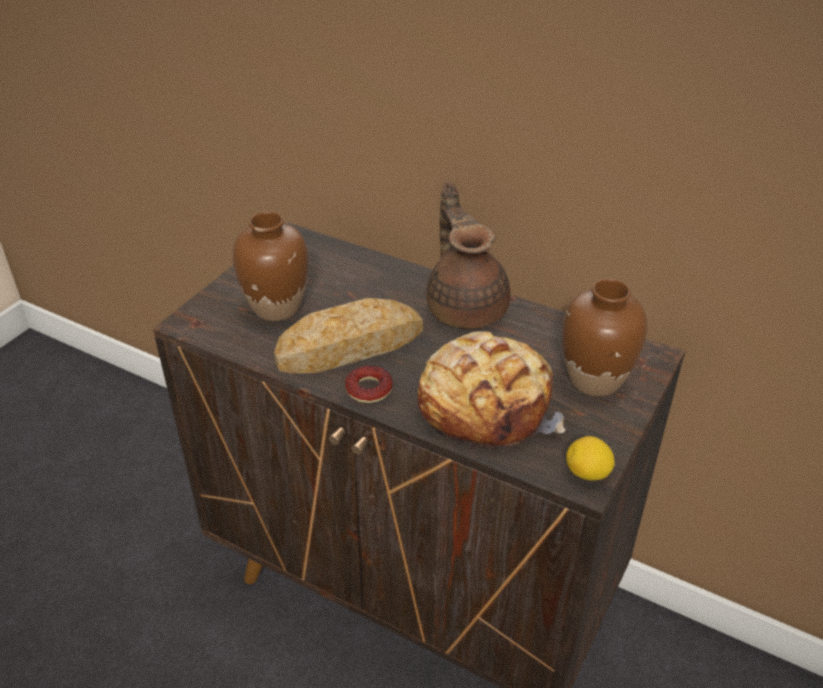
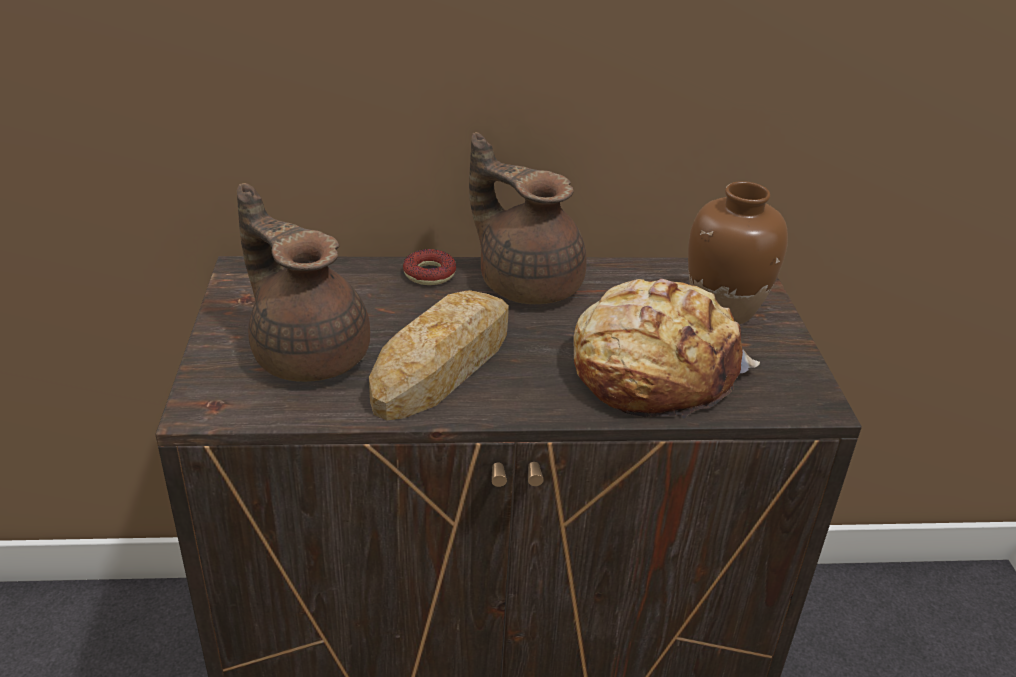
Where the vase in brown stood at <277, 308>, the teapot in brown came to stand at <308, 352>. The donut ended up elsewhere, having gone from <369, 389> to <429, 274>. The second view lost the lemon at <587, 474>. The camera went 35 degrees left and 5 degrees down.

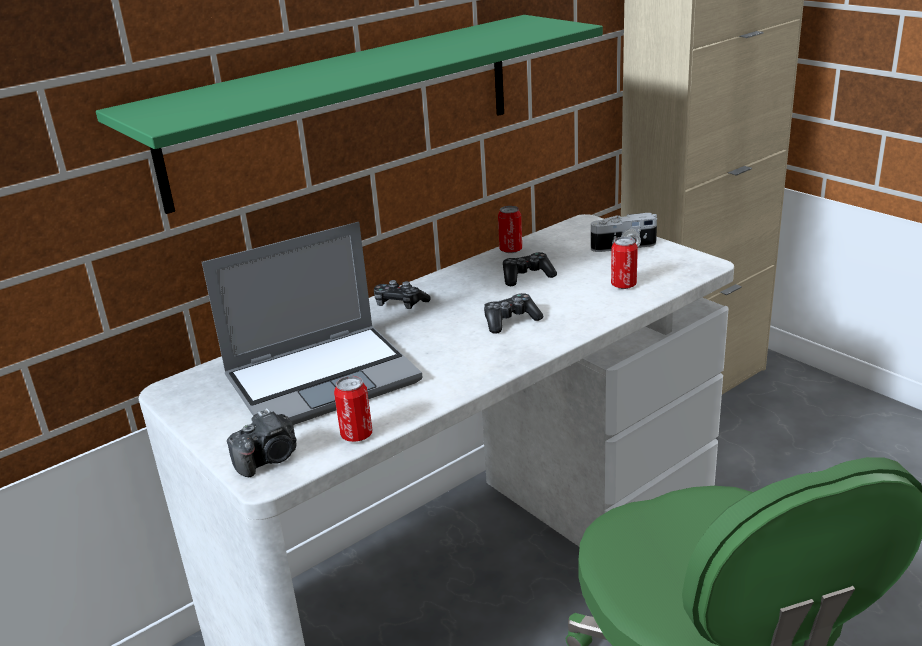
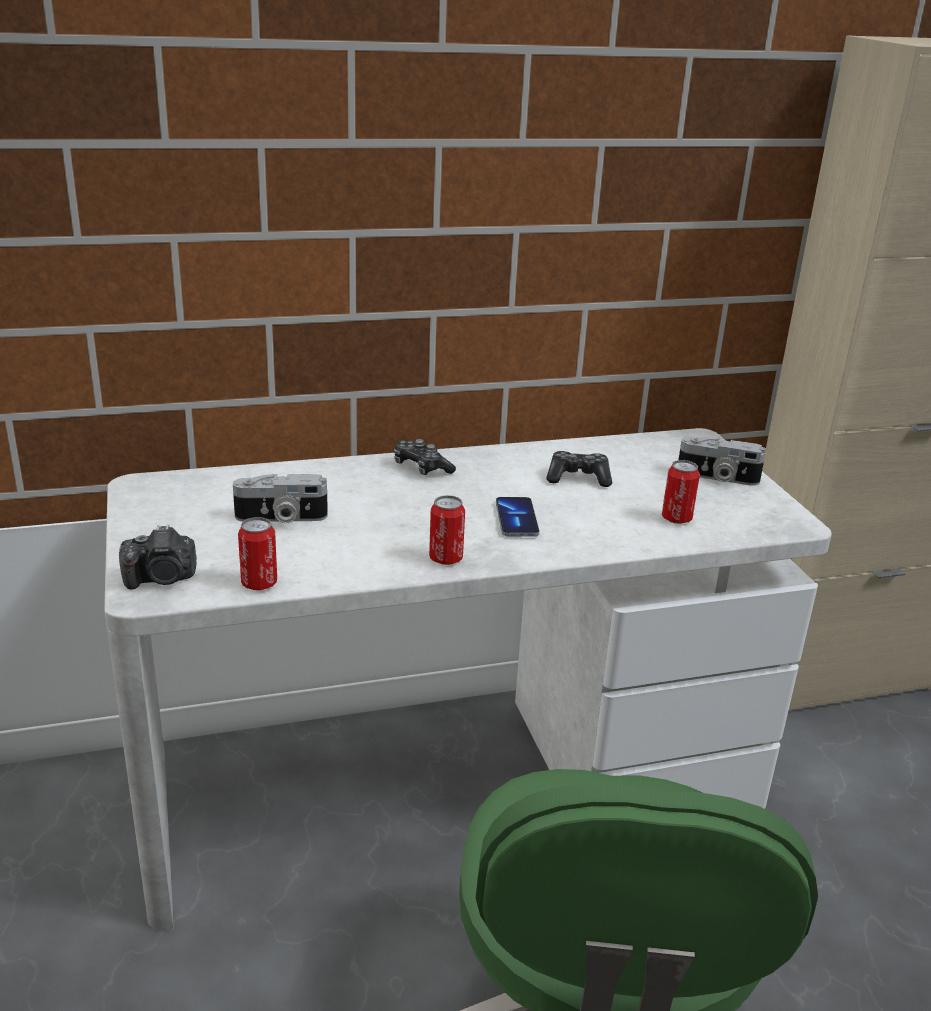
Where the laptop stood at <323, 378>, the photo camera came to stand at <281, 518>. The can ended up elsewhere, having gone from <511, 250> to <445, 559>. Where the game controller stood at <510, 321>, the phone came to stand at <516, 519>. The second view lost the shelf in green at <346, 107>. The camera went 20 degrees right and 0 degrees up.

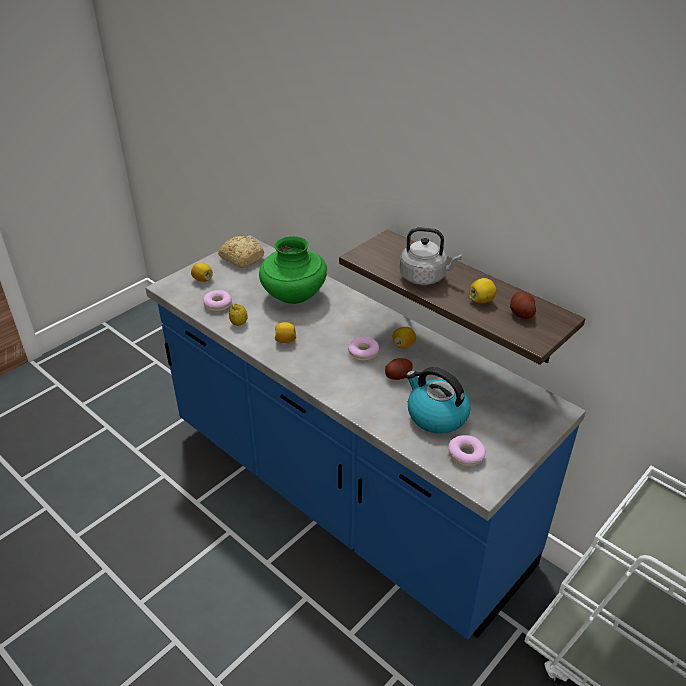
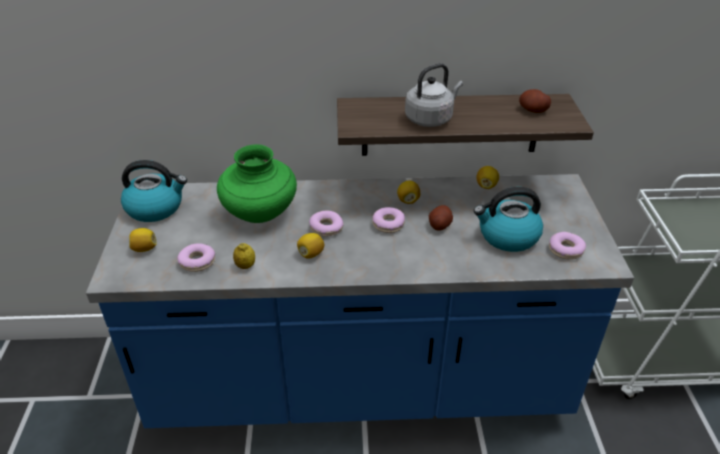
Where the bread stood at <242, 258>, the kettle came to stand at <156, 208>. The second view gained the donut at <326, 228>. The lemon ended up elsewhere, having gone from <481, 300> to <486, 186>. The camera went 45 degrees left and 0 degrees up.

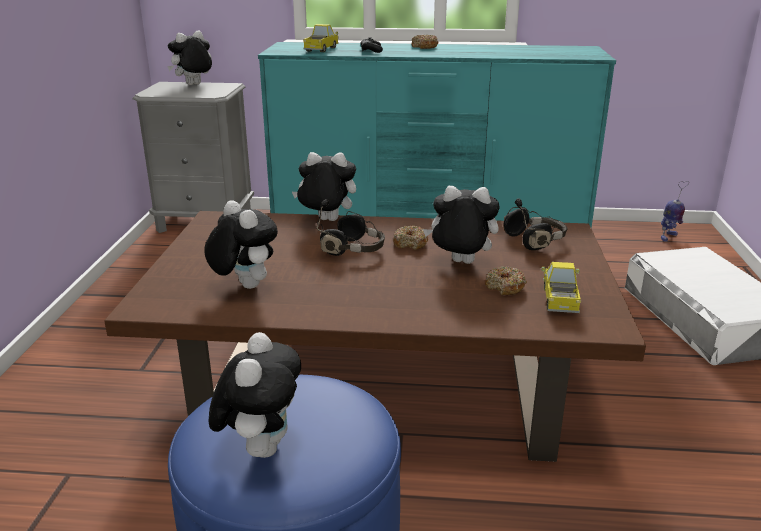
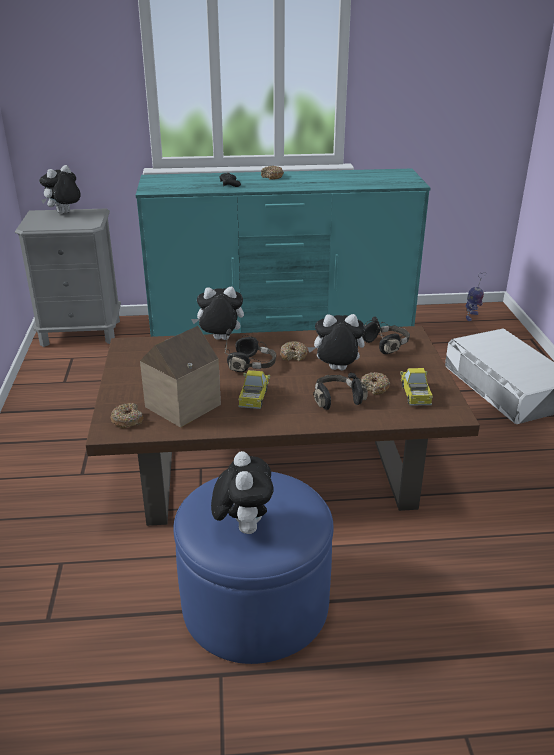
The second view gained the donut at <127, 420>. Where the plush toy stood at <243, 285>, the toy house came to stand at <180, 405>. The toy truck ended up elsewhere, having gone from <321, 49> to <254, 397>. The second view gained the headphones in black at <336, 399>. The camera went 10 degrees left and 5 degrees up.

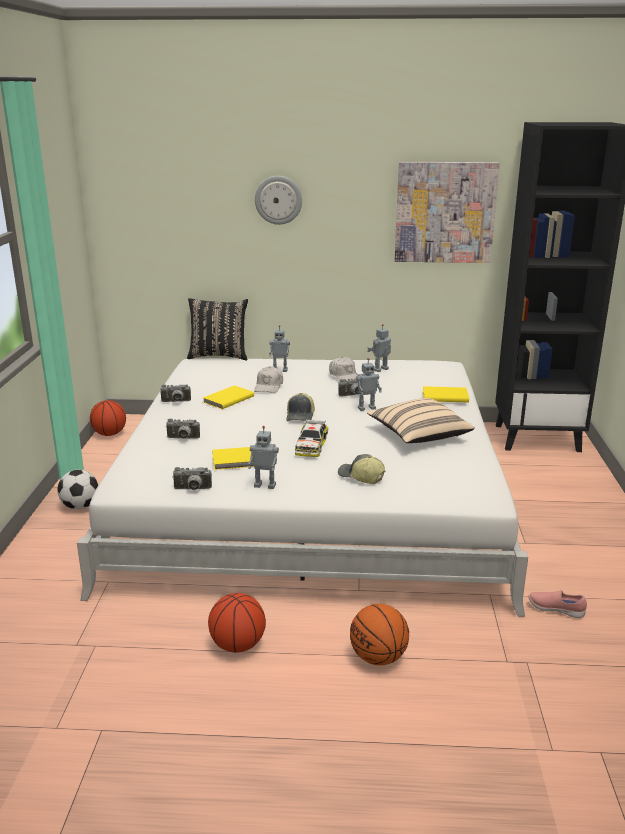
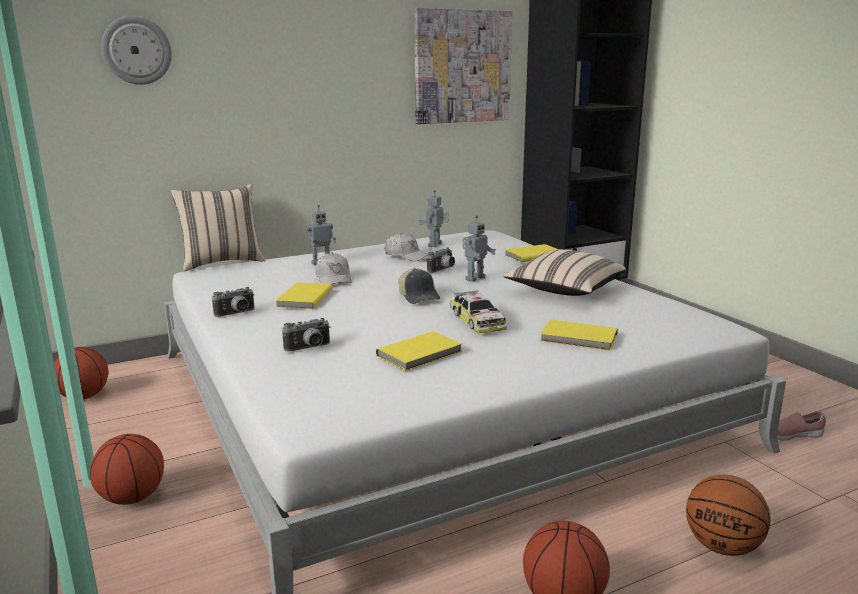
Where the football stood at <80, 506>, the basketball came to stand at <132, 498>. The wall clock ended up elsewhere, having gone from <278, 200> to <137, 50>. What was the pillow in black at <219, 356> turned into the pillow in beige at <222, 262>. Where the cap stood at <360, 477>, the book in yellow came to stand at <579, 338>. The second view lost the photo camera at <192, 489>. The second view lost the toy robot at <265, 485>. The camera went 30 degrees left and 5 degrees down.

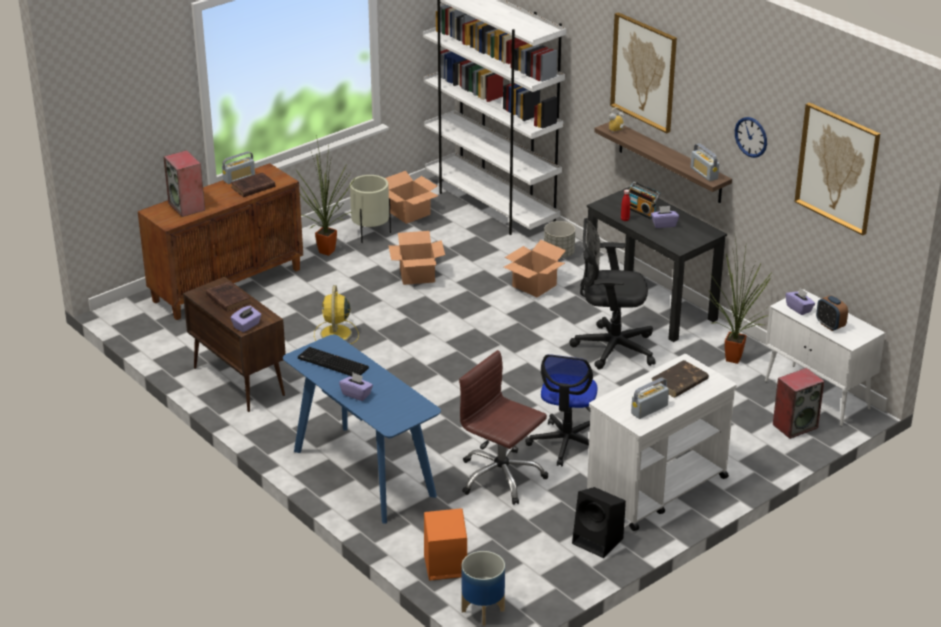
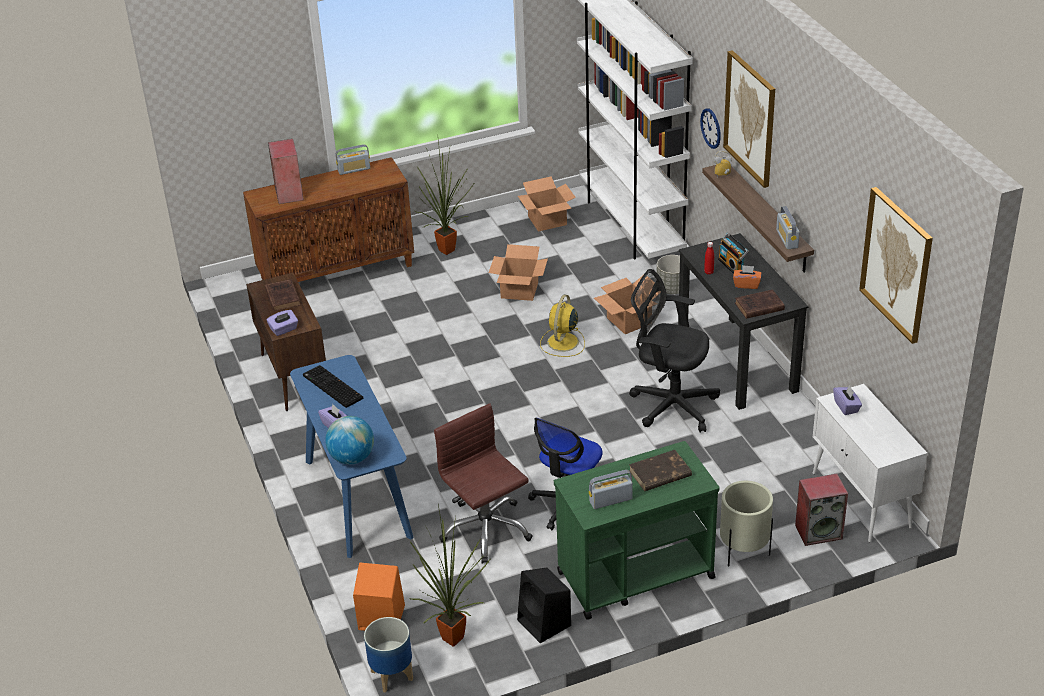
The second view gained the globe at <352, 458>. The potted plant ended up elsewhere, having gone from <734, 358> to <456, 637>. The fan in yellow ended up elsewhere, having gone from <336, 334> to <562, 343>. What was the cart in white at <656, 488> turned into the cart in green at <634, 575>. The wall clock ended up elsewhere, having gone from <751, 137> to <711, 128>. The planter in beige ended up elsewhere, having gone from <371, 233> to <744, 552>. What was the tissue box in purple at <664, 224> turned into the tissue box in orange at <746, 284>. The book in brown ended up elsewhere, having gone from <252, 188> to <758, 307>. The second view lost the alarm clock at <830, 325>. The camera went 20 degrees right and 5 degrees up.

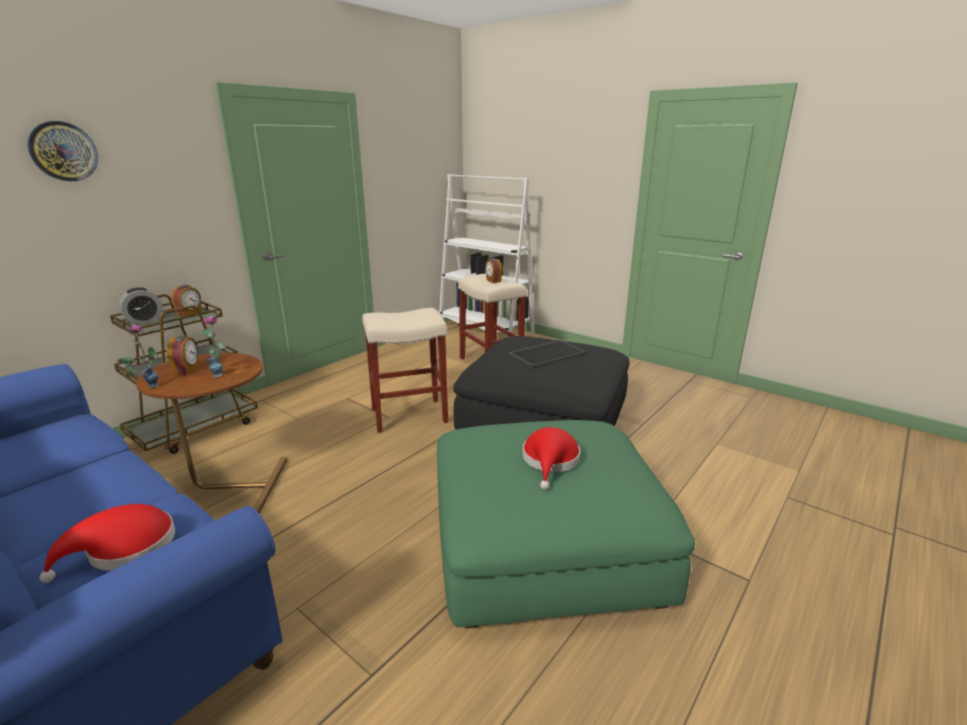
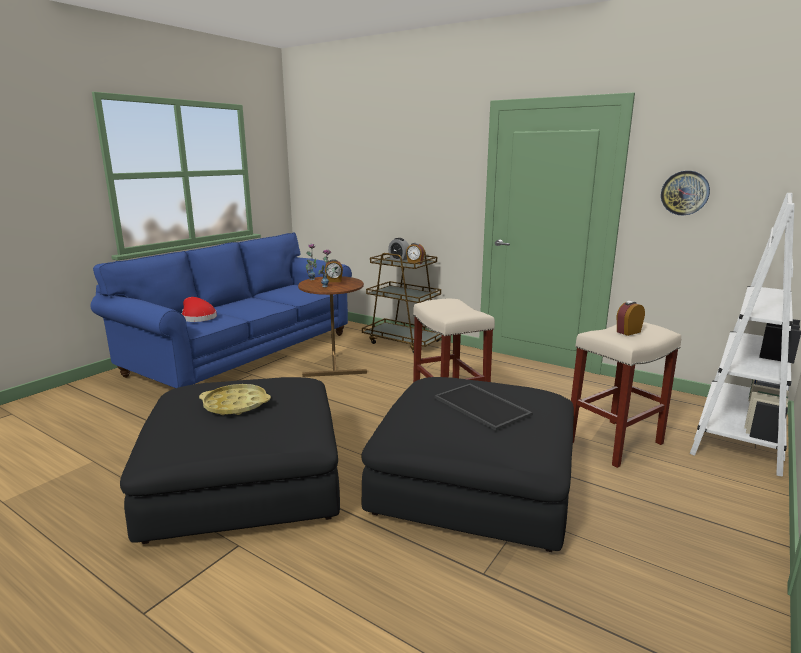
What was the ottoman in green at <544, 543> turned into the ottoman in black at <245, 481>. Where the hat in red stood at <550, 461>, the tray in yellow came to stand at <235, 405>. The wall clock ended up elsewhere, having gone from <63, 151> to <685, 193>. The camera went 85 degrees right and 5 degrees down.

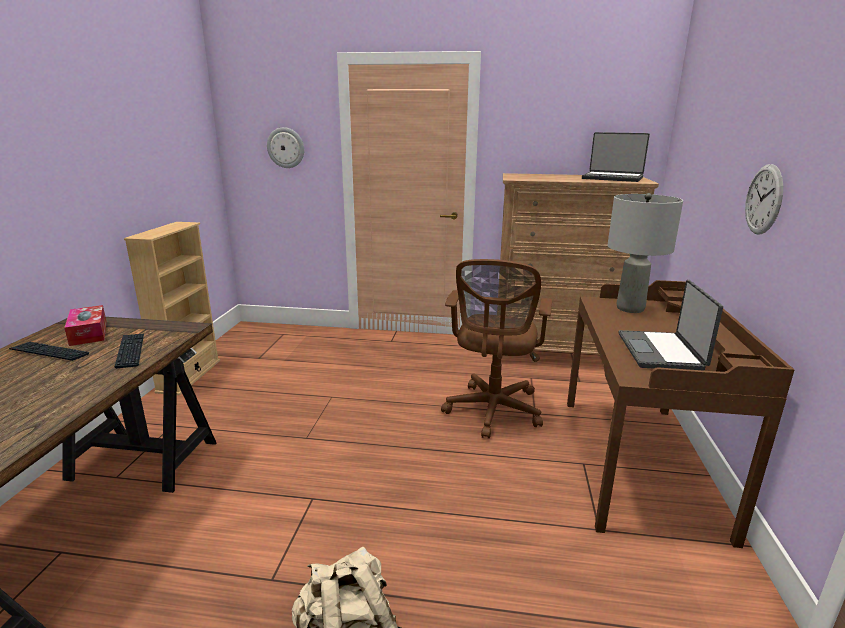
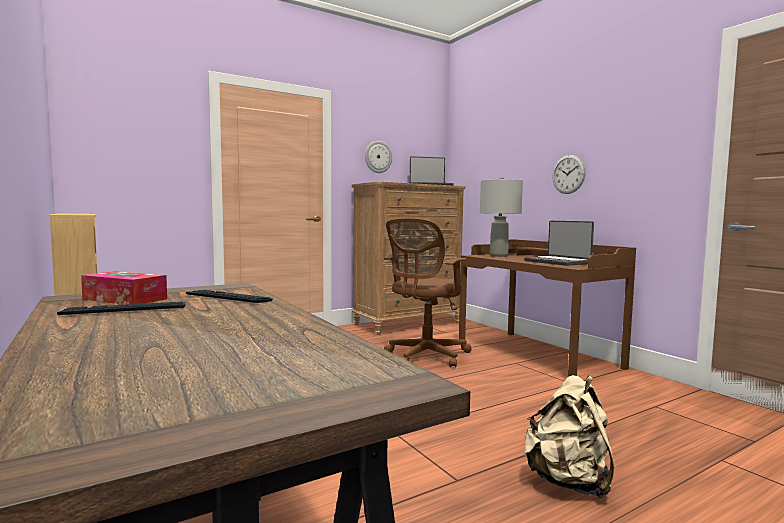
The wall clock ended up elsewhere, having gone from <286, 148> to <378, 157>. The office chair in brown at <492, 412> ended up facing another way, 60 degrees clockwise from before. The camera went 40 degrees left and 15 degrees down.

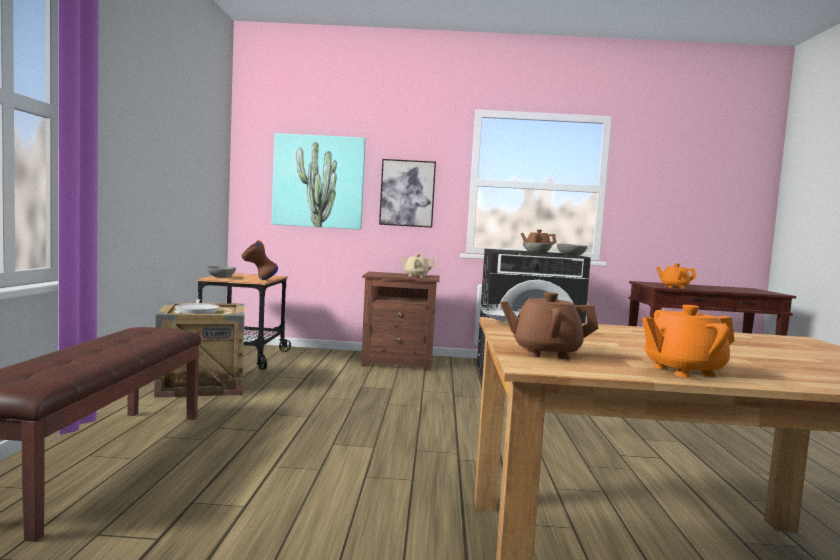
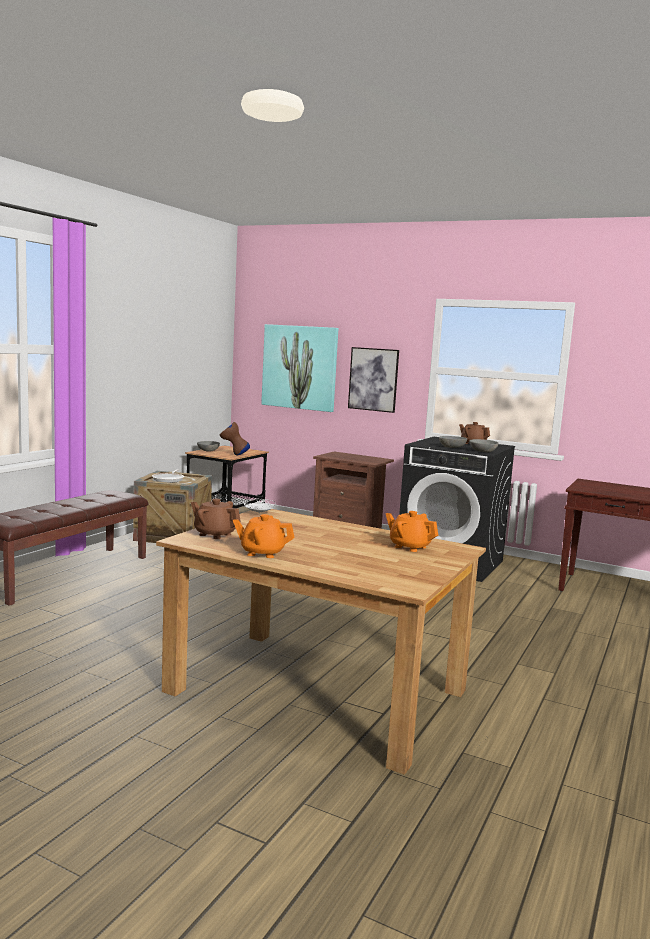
The teapot in orange ended up elsewhere, having gone from <674, 287> to <409, 547>. The second view lost the teapot in beige at <416, 276>. The camera went 25 degrees right and 5 degrees up.

